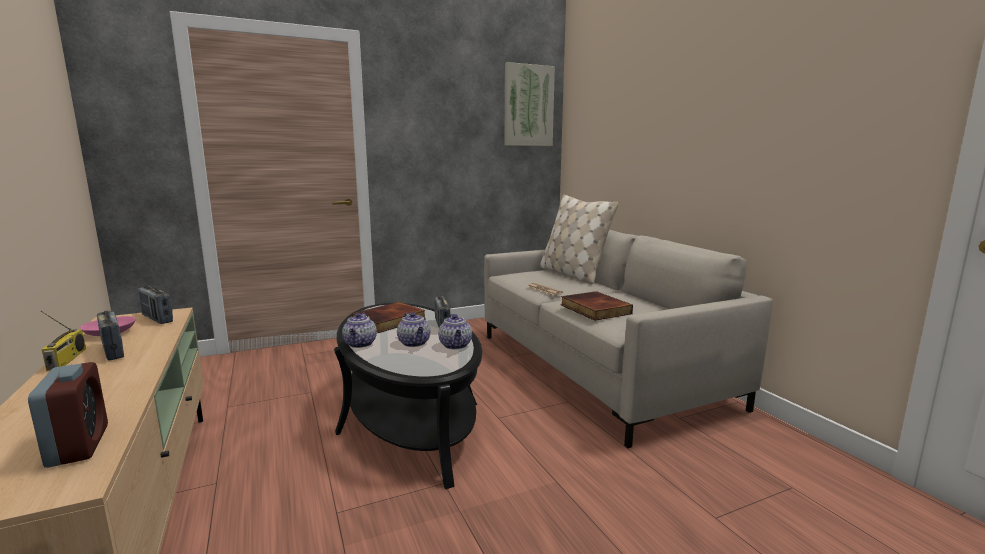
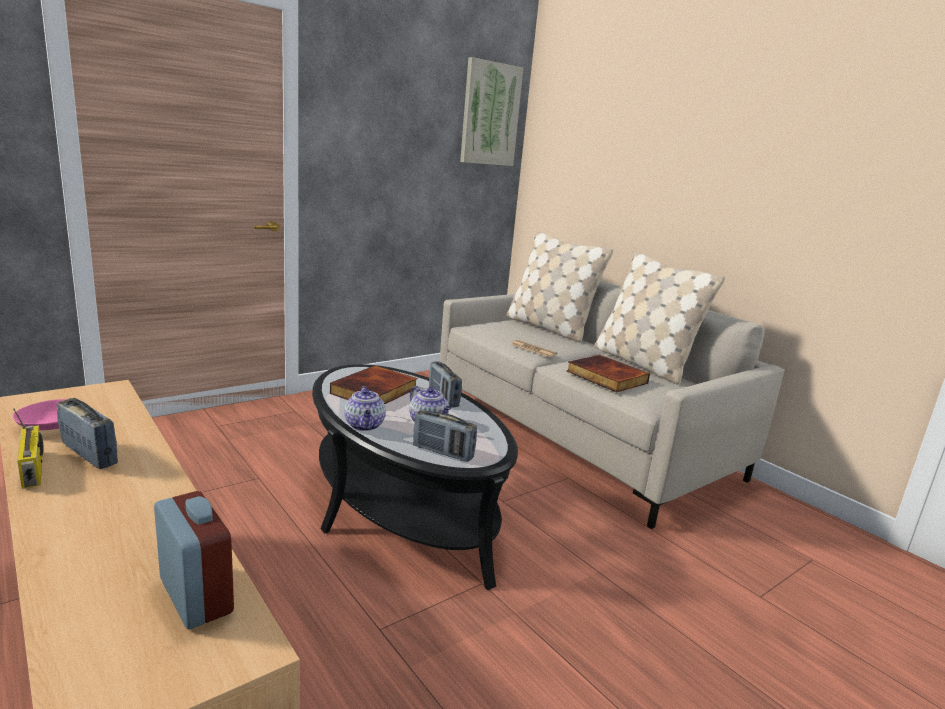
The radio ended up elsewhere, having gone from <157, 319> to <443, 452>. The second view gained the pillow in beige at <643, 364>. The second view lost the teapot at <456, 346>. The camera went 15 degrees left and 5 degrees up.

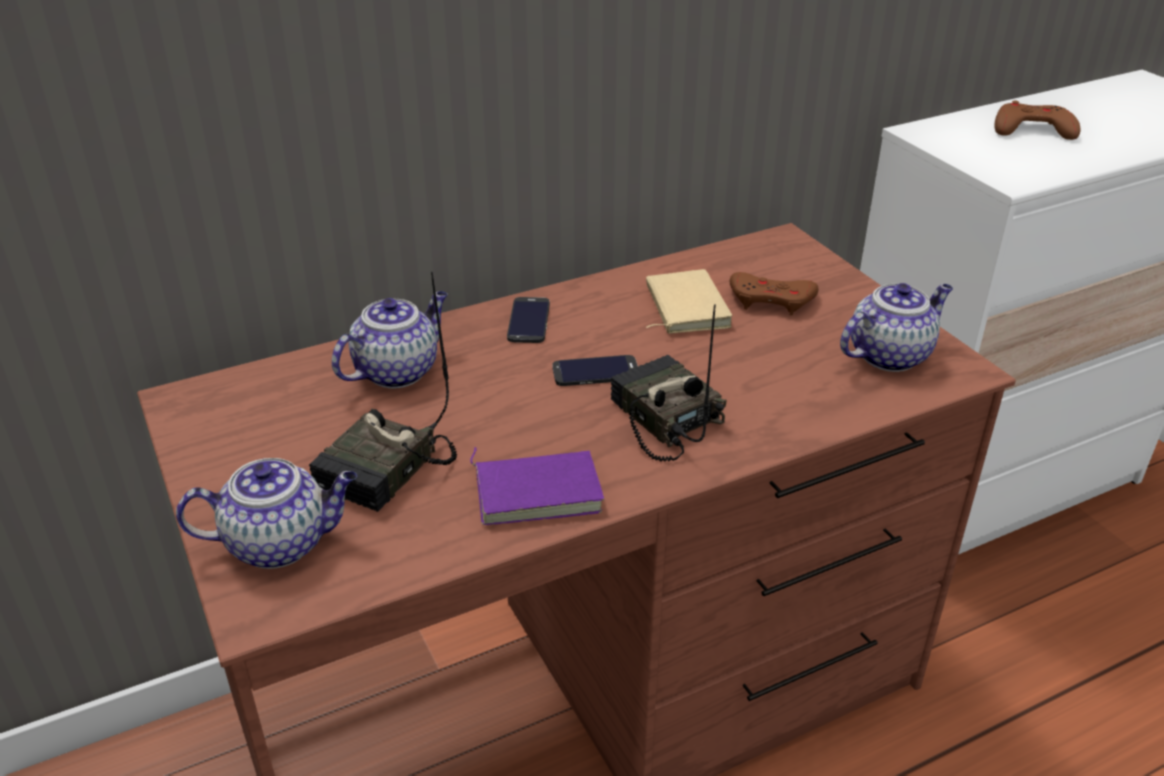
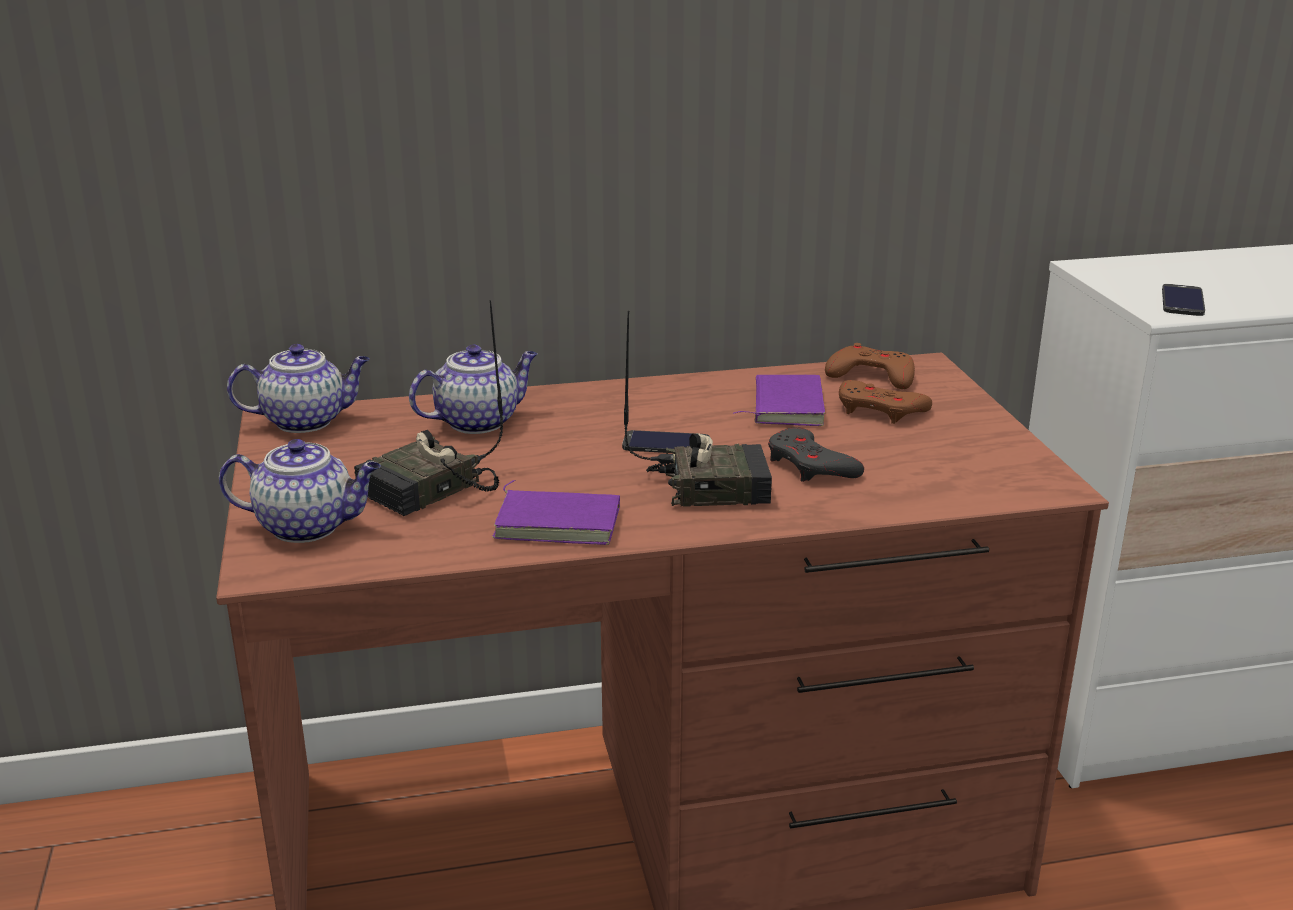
The teapot ended up elsewhere, having gone from <889, 355> to <306, 421>. The radio at <662, 418> ended up facing another way, 105 degrees clockwise from before. What was the book in beige at <683, 307> turned into the book in purple at <784, 406>. The second view gained the game controller in grey at <810, 465>. The game controller in brown ended up elsewhere, having gone from <1032, 129> to <871, 375>. The phone ended up elsewhere, having gone from <529, 320> to <1182, 301>. The camera went 15 degrees right and 10 degrees down.

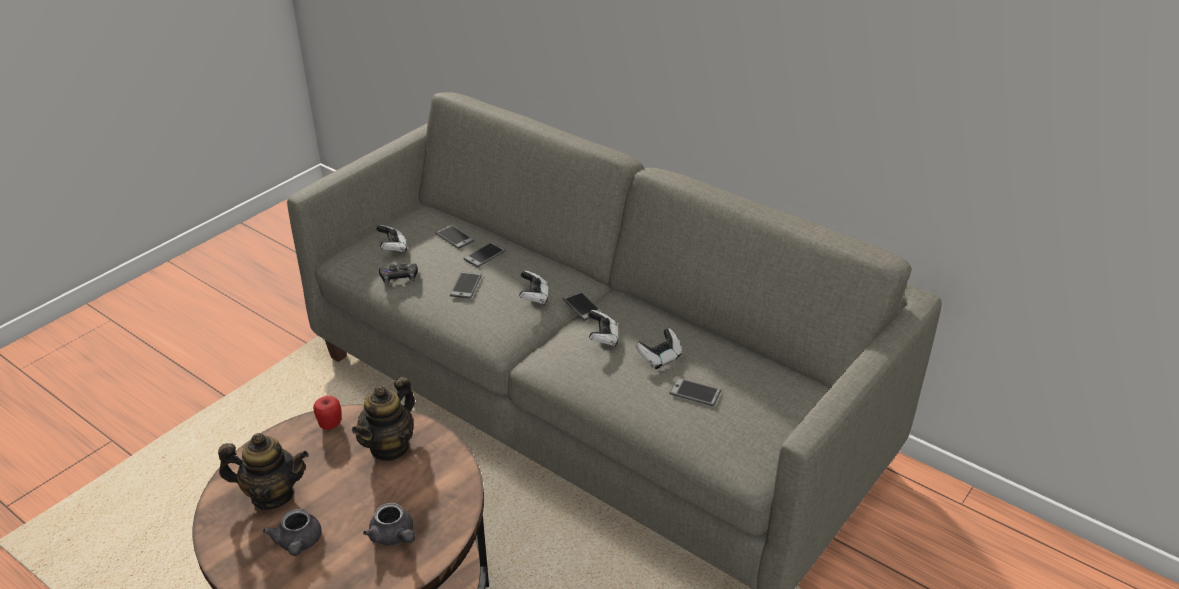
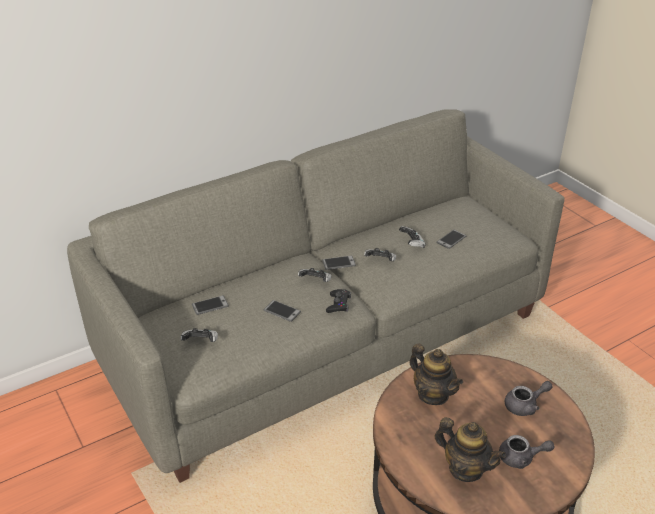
The game controller in black ended up elsewhere, having gone from <399, 276> to <338, 304>. The teapot at <272, 495> ended up facing another way, 105 degrees clockwise from before. The second view lost the apple at <330, 425>. The second view lost the phone at <484, 255>. The camera went 70 degrees left and 0 degrees up.

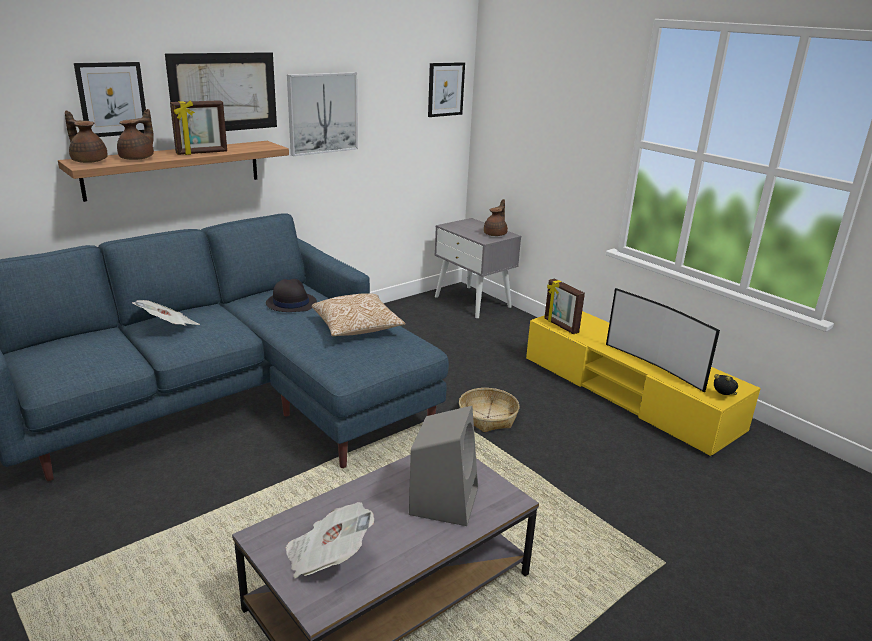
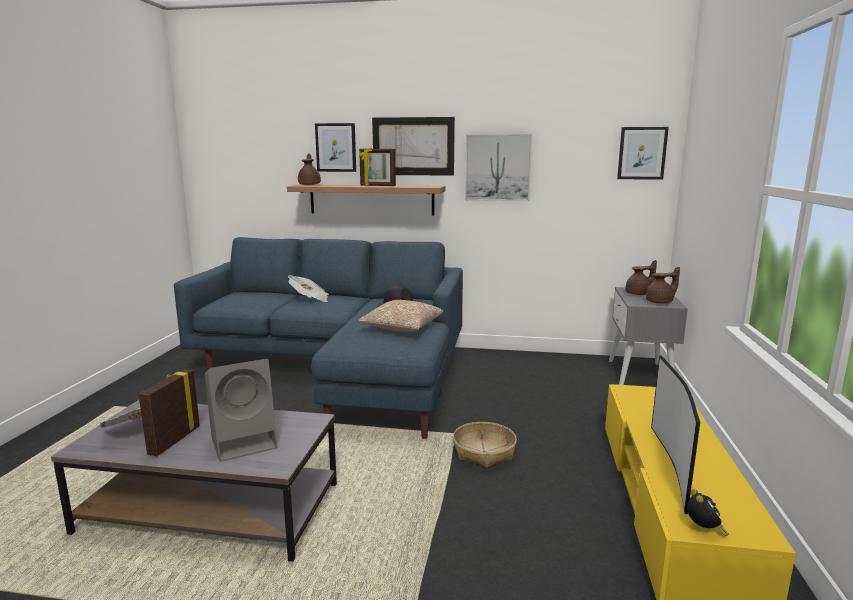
The picture frame ended up elsewhere, having gone from <560, 326> to <173, 440>. The teapot in brown ended up elsewhere, having gone from <138, 158> to <639, 294>. The camera went 50 degrees right and 10 degrees down.

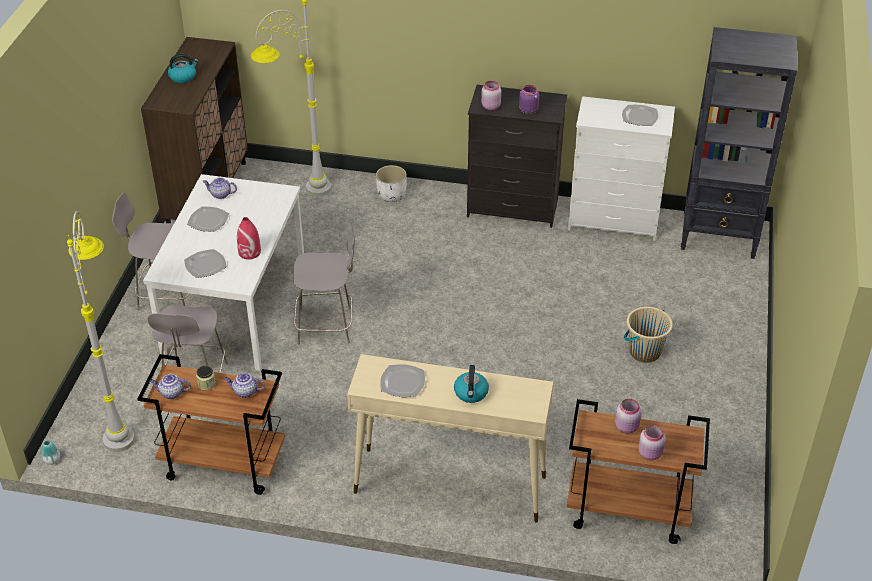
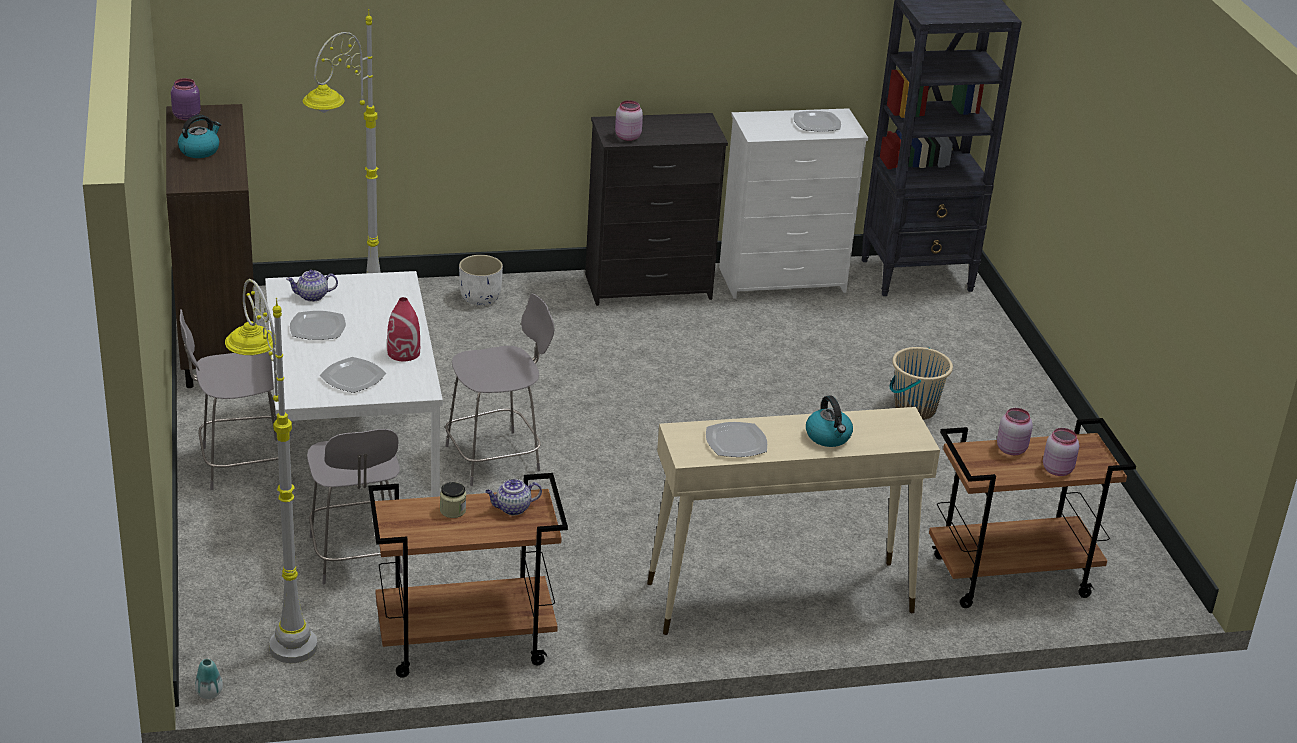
The jar in purple ended up elsewhere, having gone from <528, 110> to <186, 116>. The second view lost the teapot at <171, 393>. The camera went 25 degrees left and 10 degrees down.

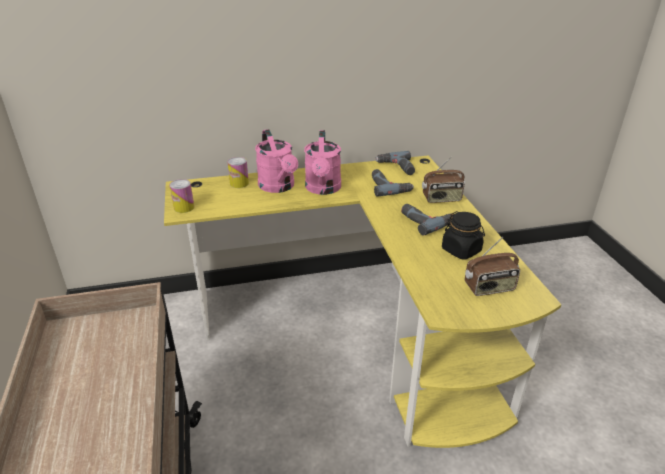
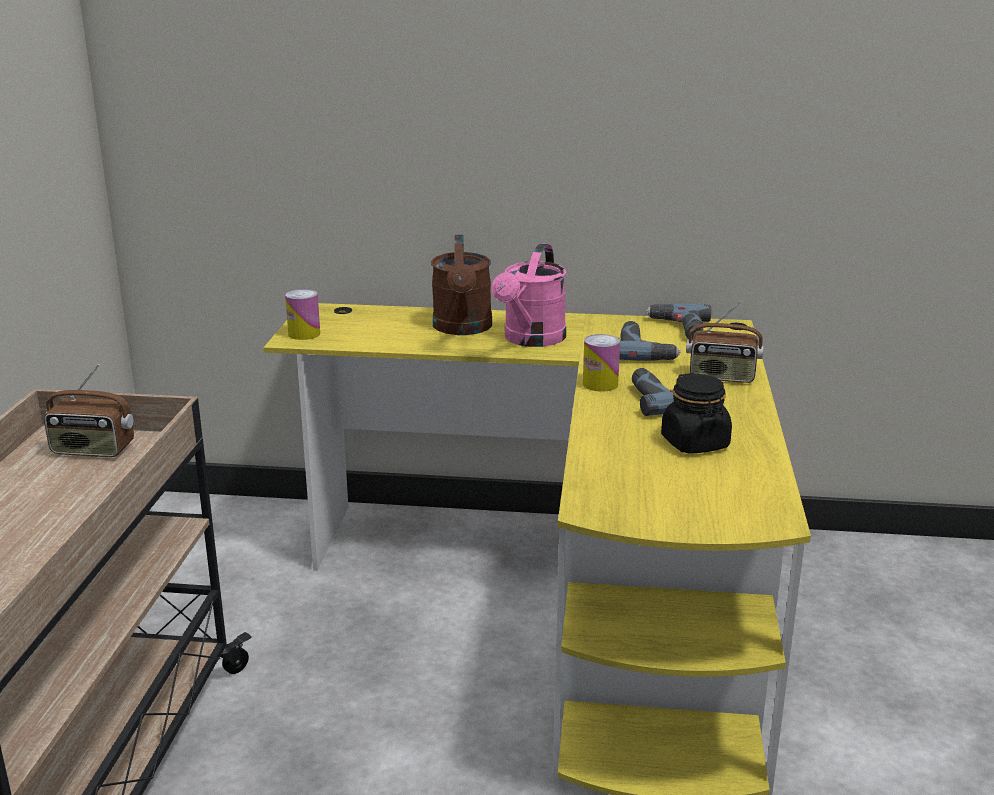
The radio ended up elsewhere, having gone from <489, 288> to <92, 450>. What was the watering can in pink at <279, 187> turned into the watering can in brown at <463, 329>. The can ended up elsewhere, having gone from <239, 183> to <600, 384>. The camera went 20 degrees right and 10 degrees down.

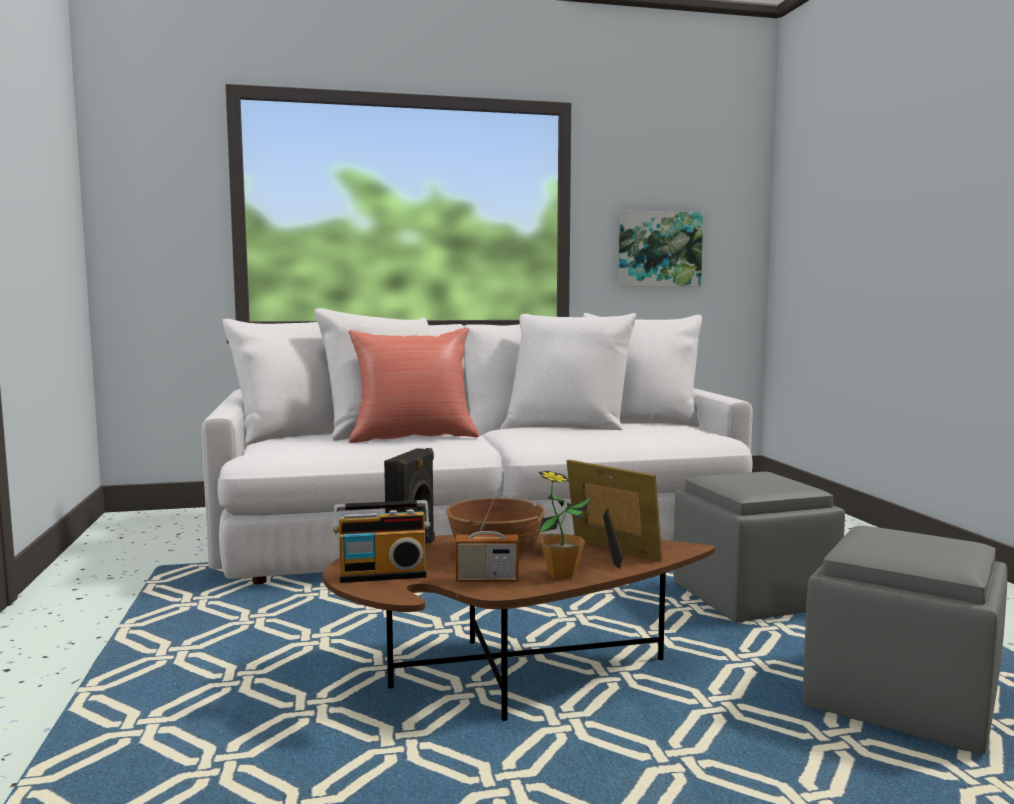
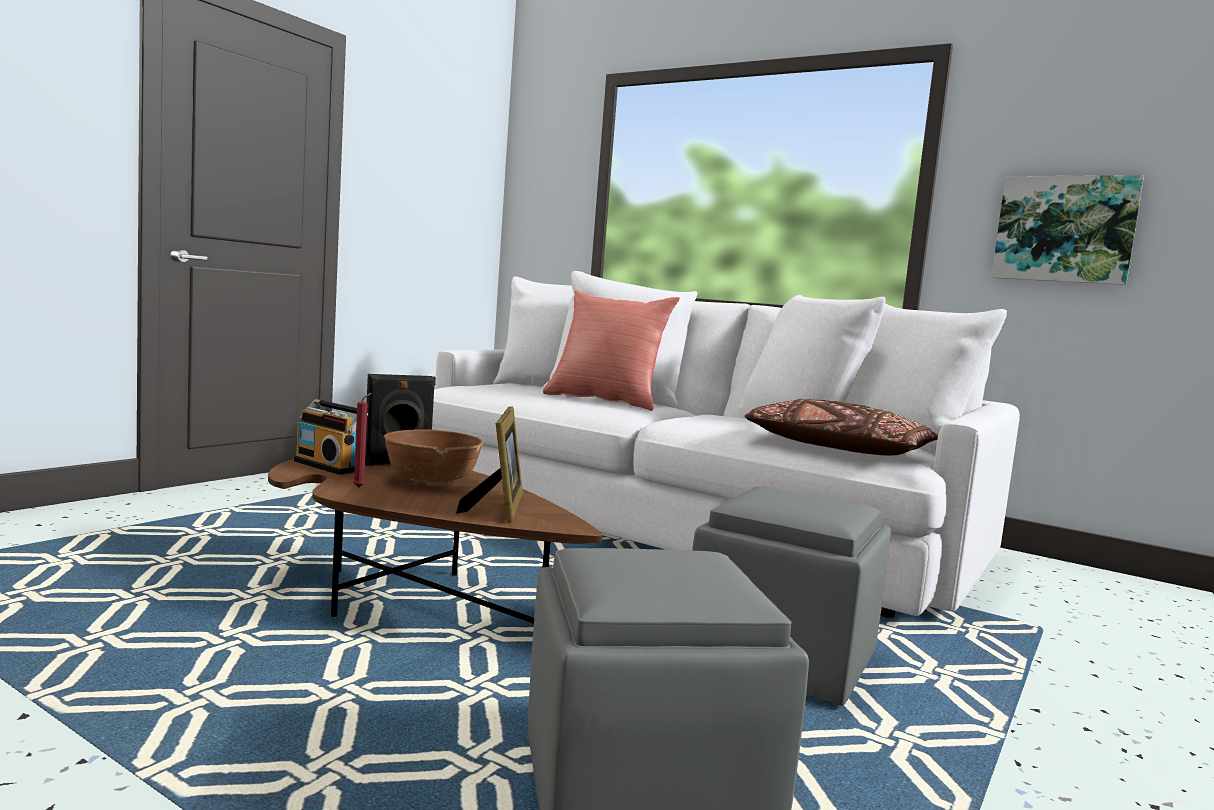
Where the radio stood at <487, 579>, the candle in red came to stand at <360, 487>. The second view gained the pillow in brown at <836, 447>. The second view lost the potted plant at <561, 575>. The camera went 45 degrees right and 0 degrees up.

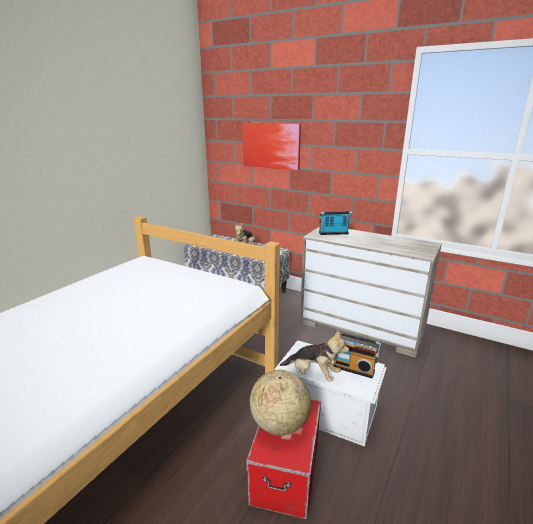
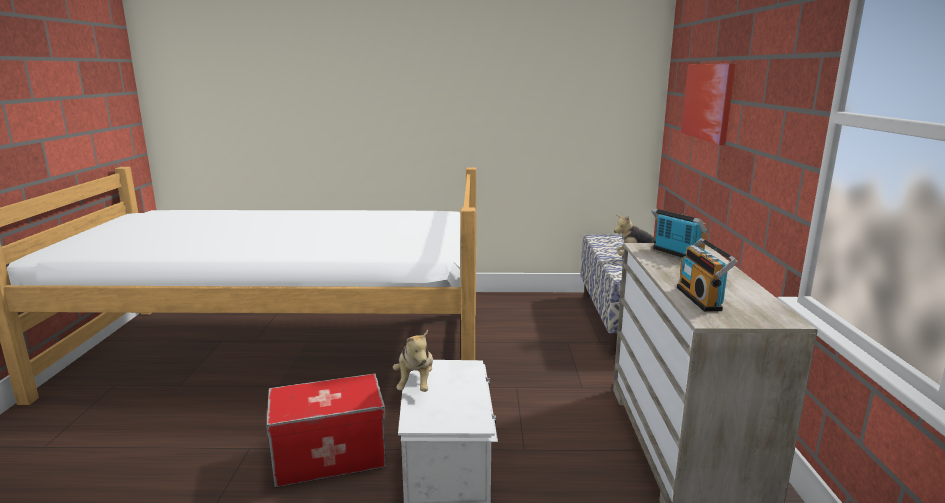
The radio ended up elsewhere, having gone from <354, 368> to <701, 299>. The second view lost the globe at <279, 424>. The camera went 60 degrees right and 5 degrees down.

